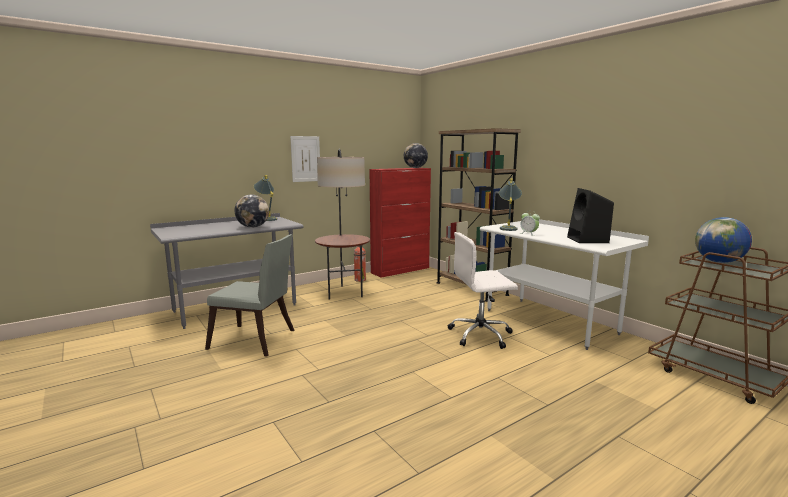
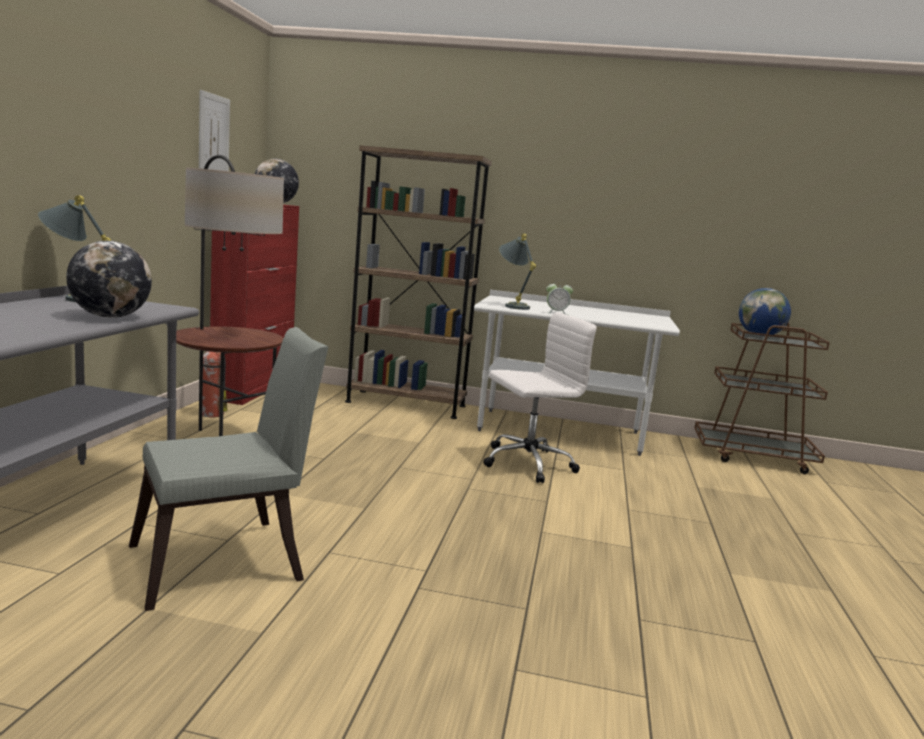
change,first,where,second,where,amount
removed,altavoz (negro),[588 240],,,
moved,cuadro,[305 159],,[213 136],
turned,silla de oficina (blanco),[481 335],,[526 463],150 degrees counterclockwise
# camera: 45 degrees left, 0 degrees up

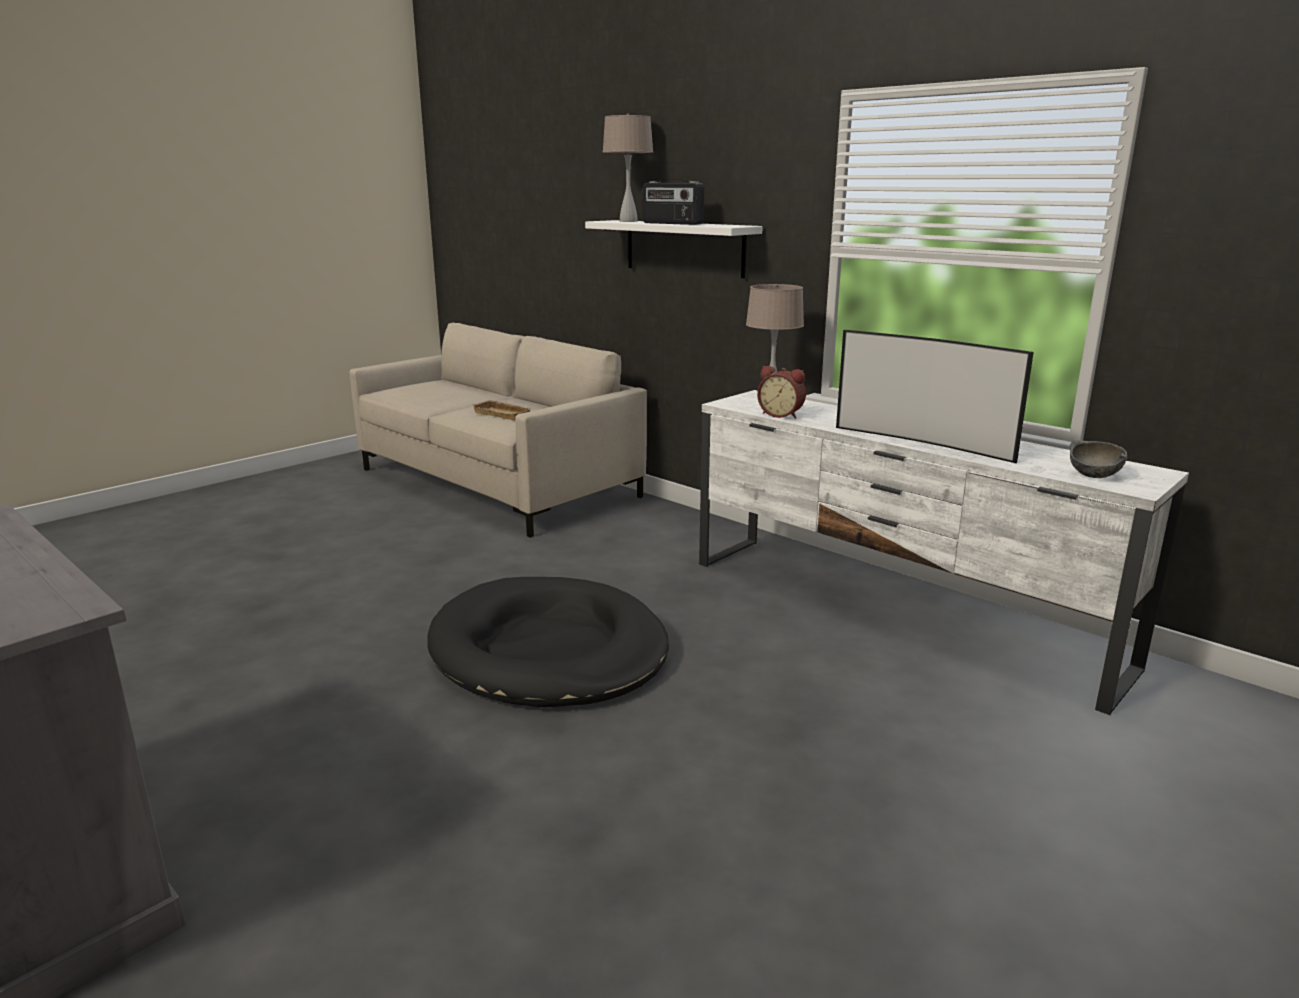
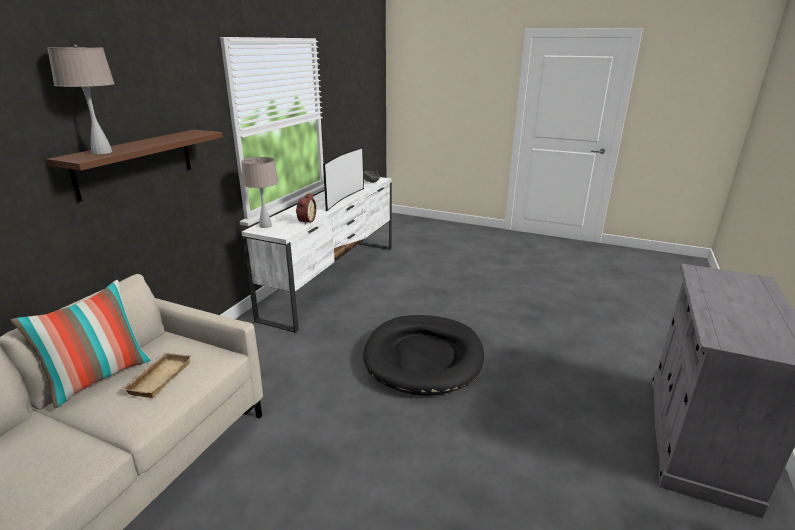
change,first,where,second,where,amount
removed,radio,[672 223],,,
added,,,cojín,[99 377],
recoloured,estante (blanco),[684 248],estante (marrón),[135 163],
# camera: 110 degrees left, 5 degrees up

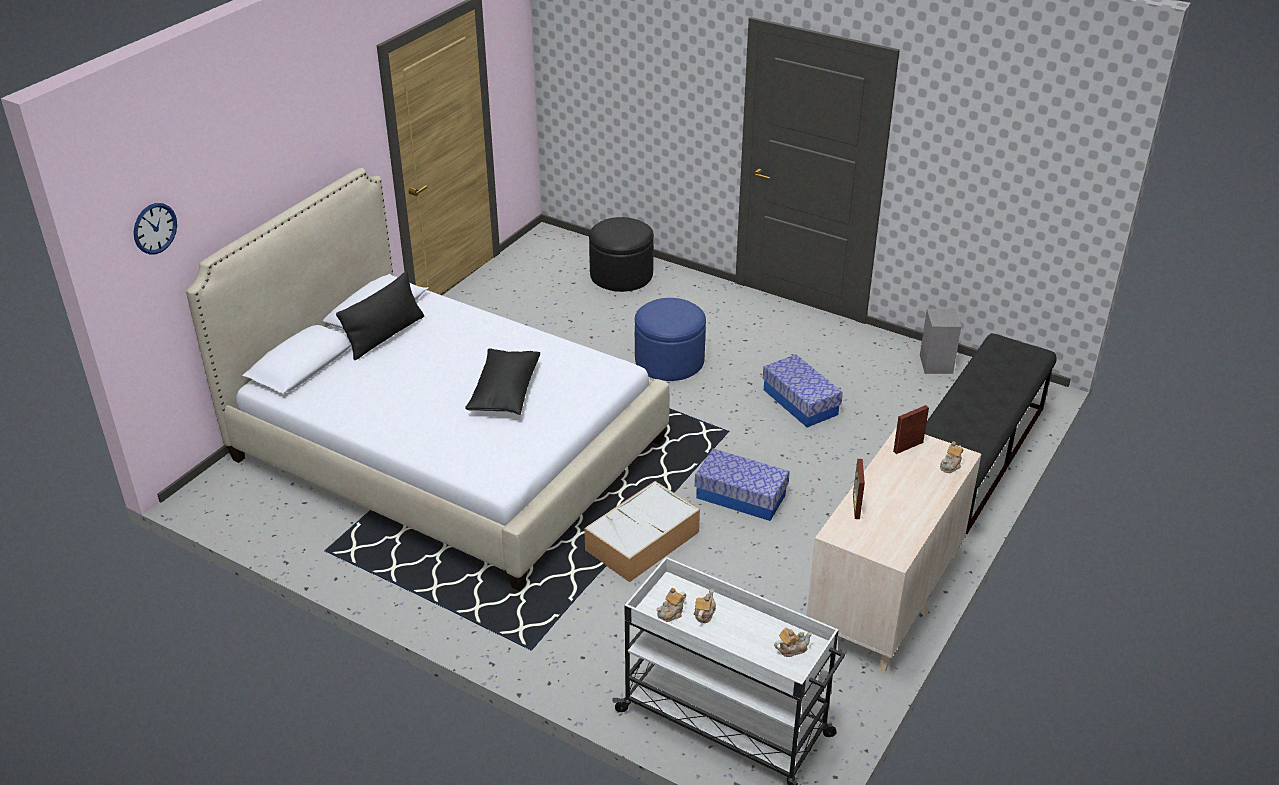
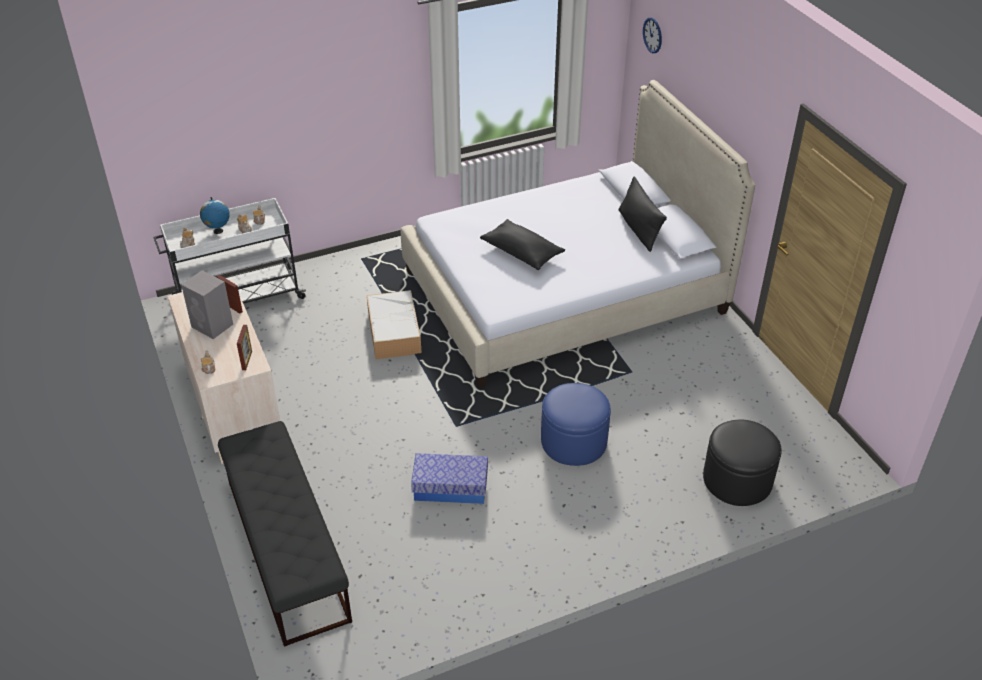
change,first,where,second,where,amount
removed,caja de almacenaje,[741 496],,,
added,,,globo terráqueo,[218 231],
moved,altavoz (gris),[936 363],,[213 326],
# camera: 125 degrees right, 5 degrees up

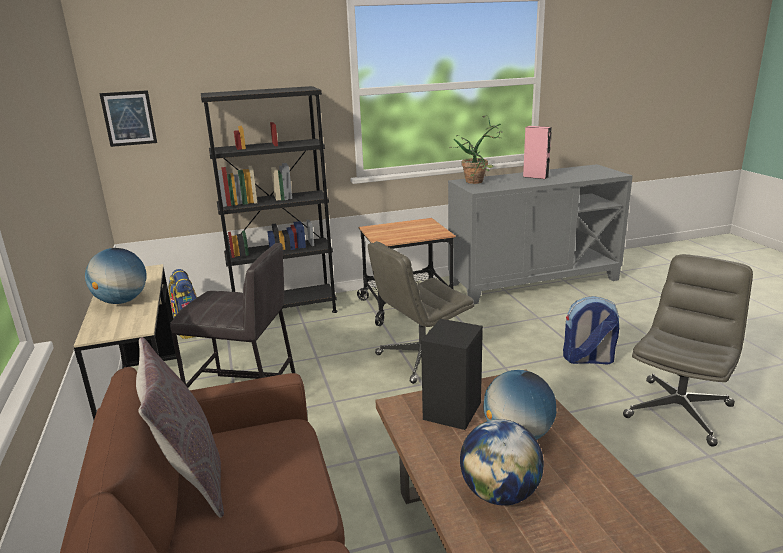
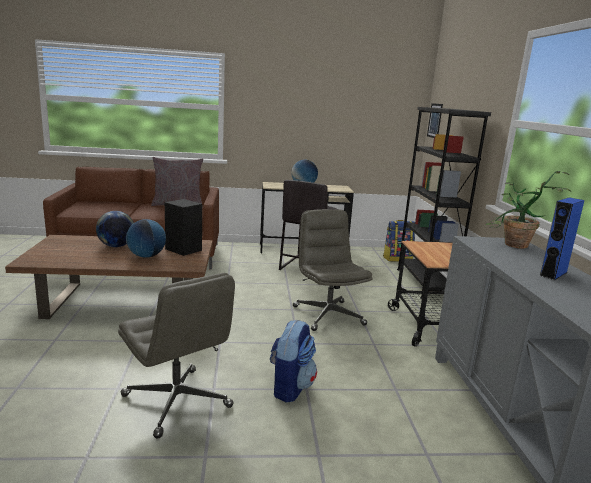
change,first,where,second,where,amount
recoloured,altavoz (rosa),[535 177],altavoz (azul),[553 274],
# camera: 100 degrees right, 5 degrees down

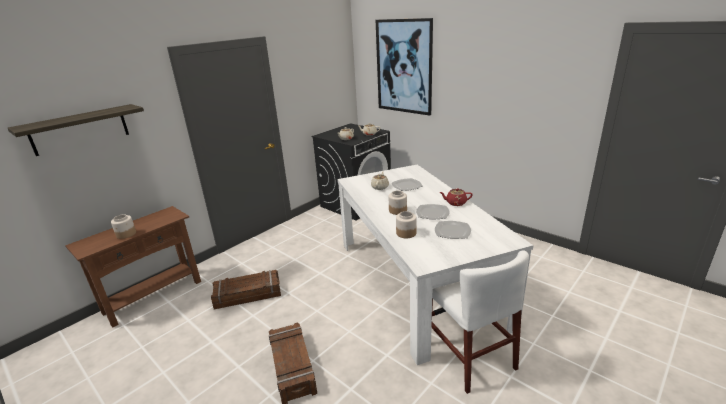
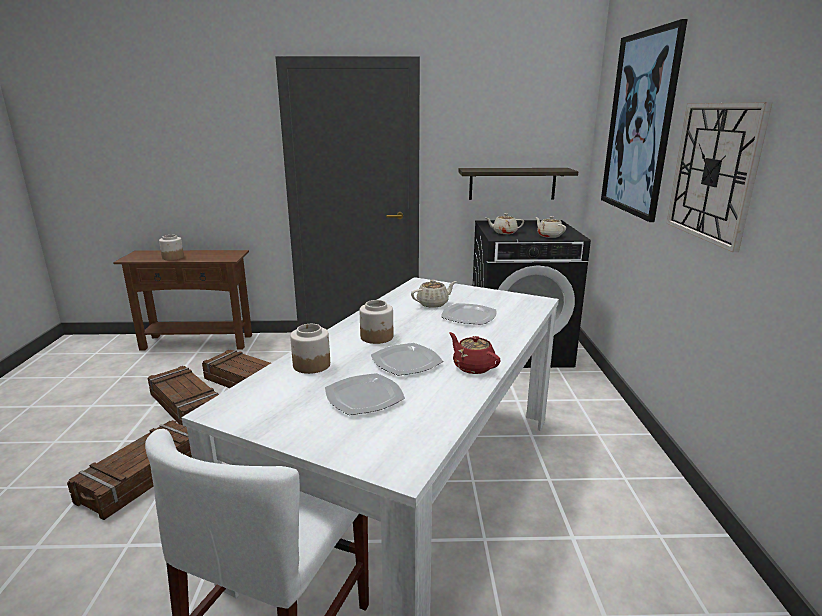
change,first,where,second,where,amount
added,,,caja de embalaje,[187 405],
added,,,reloj de pared,[713 172],
moved,estante,[80 129],,[512 183],
# camera: 45 degrees right, 5 degrees down

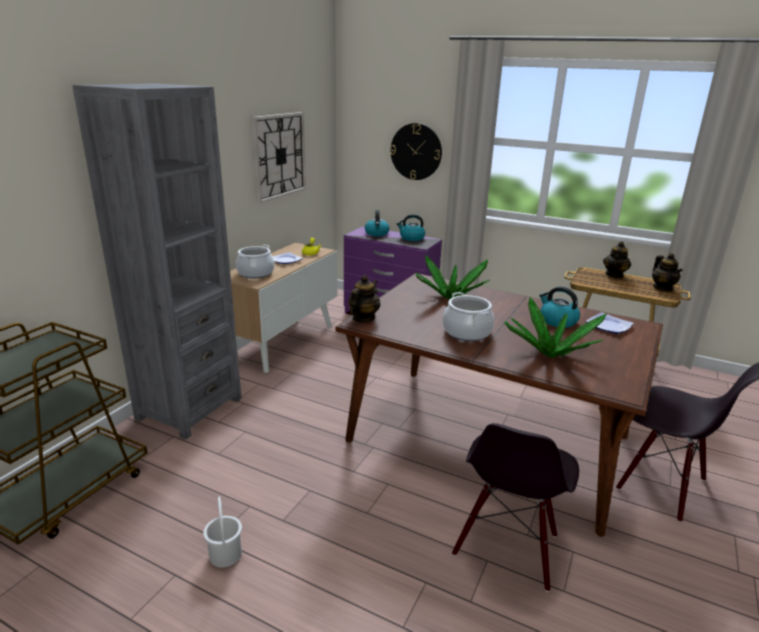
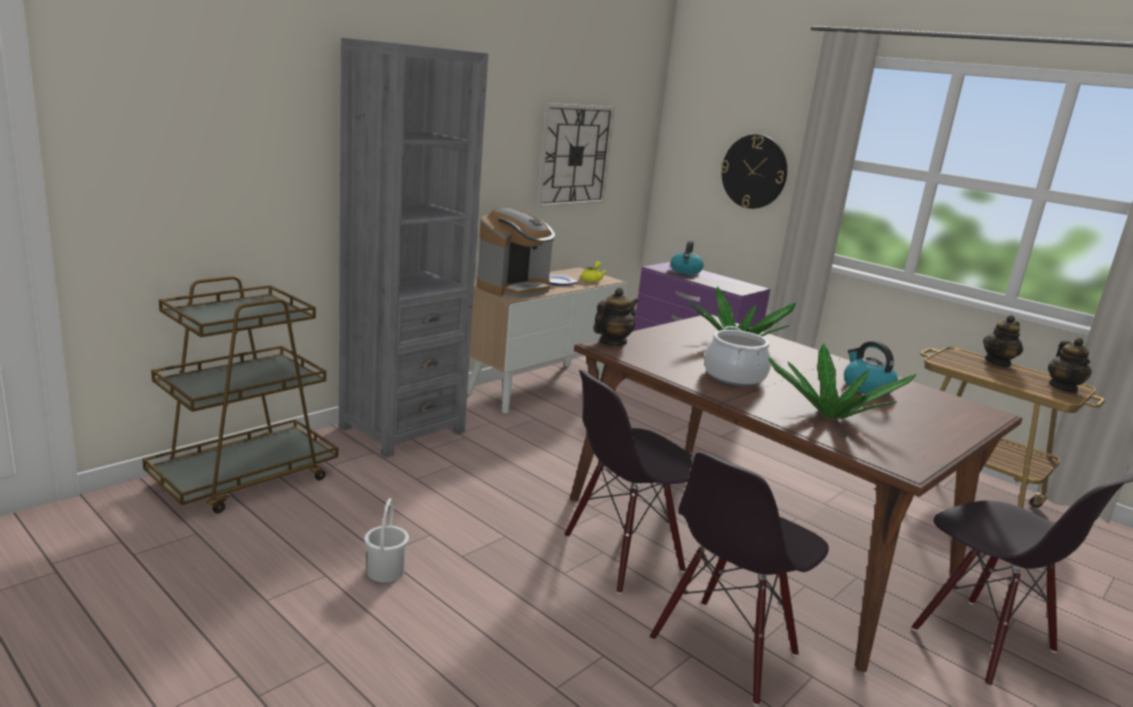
change,first,where,second,where,amount
removed,hervidor,[411 238],,,
removed,plato,[607 326],,,
added,,,silla (negro),[623 555],
replaced,olla,[255 273],cafetera,[514 288],
# camera: 15 degrees right, 5 degrees down

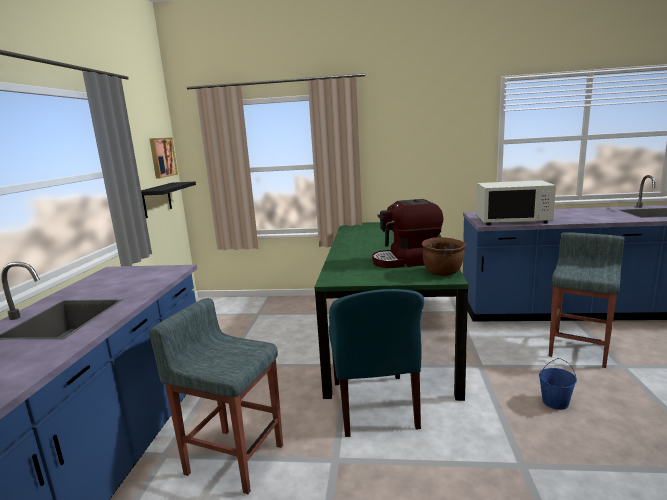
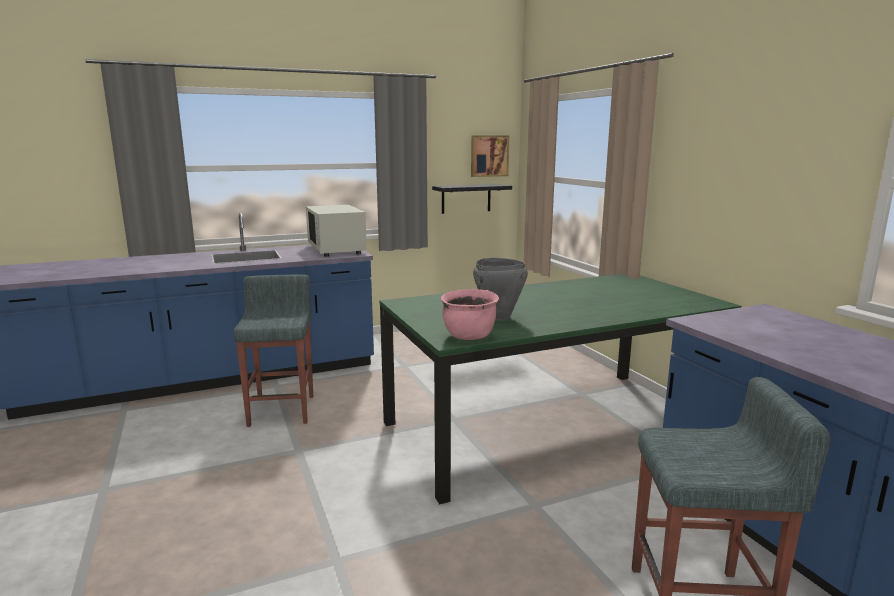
change,first,where,second,where,amount
removed,silla (azul),[374 406],,,
removed,cubo (azul),[555 402],,,
moved,microondas (blanco),[512 220],,[337 249],
replaced,cafetera,[406 261],olla (gris),[499 317],
recoloured,olla (marrón),[443 273],olla (rosa),[469 336],
# camera: 60 degrees right, 0 degrees up

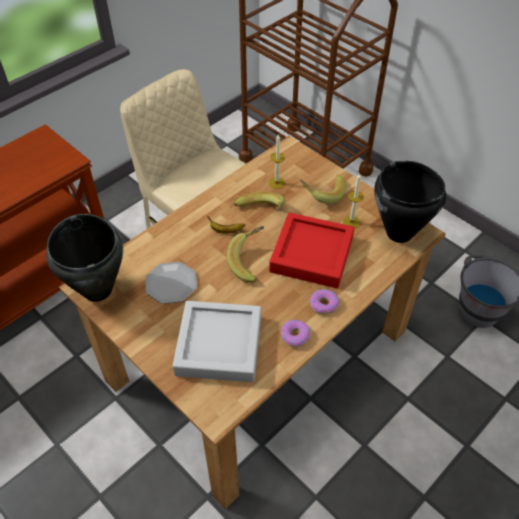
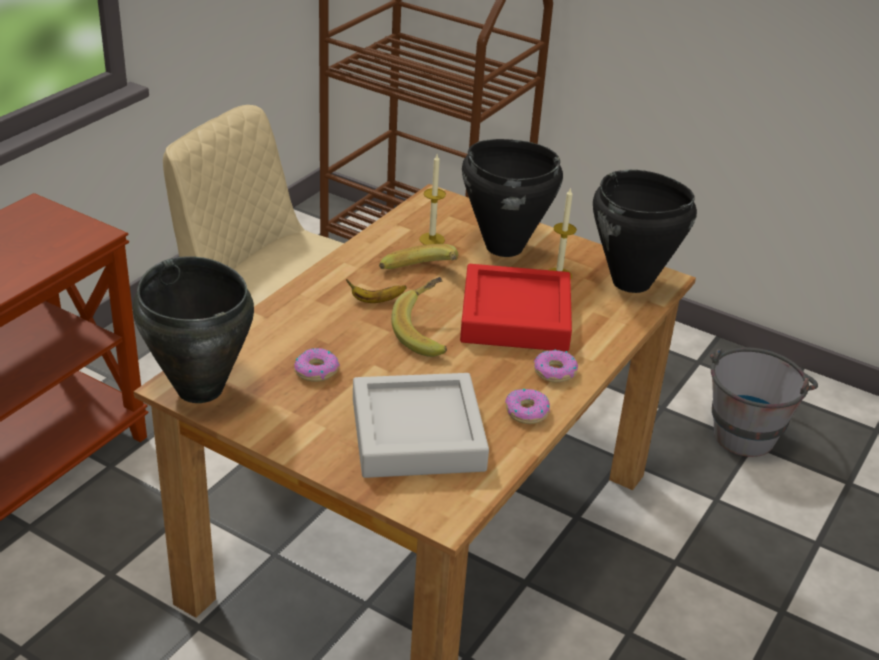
change,first,where,second,where,amount
replaced,plato,[171 284],rosquilla,[316 370],
replaced,plátano,[322 193],olla (negro),[503 247],
# camera: 15 degrees left, 15 degrees down

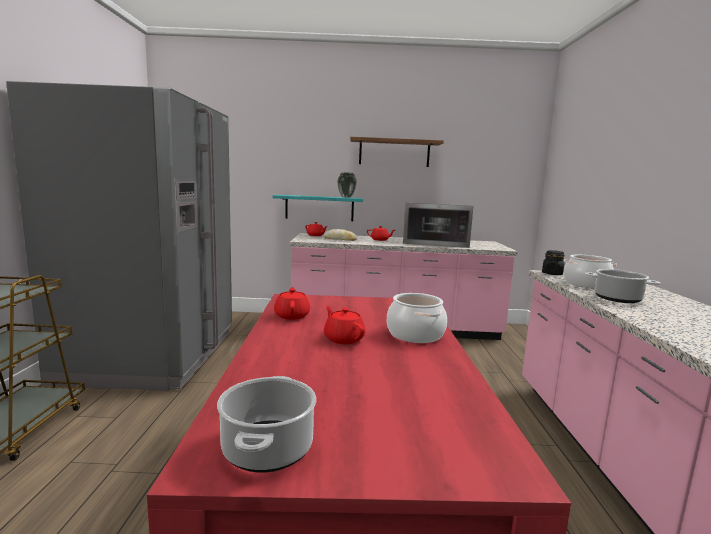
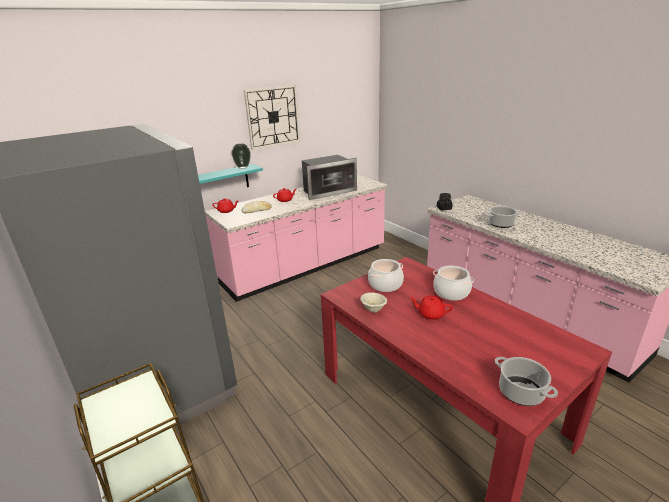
change,first,where,second,where,amount
moved,olla,[586 284],,[385 284],
replaced,tetera (rojo),[292 315],cuenco (beis),[373 309],
replaced,estante (marrón),[394 153],reloj de pared,[273 117],
# camera: 35 degrees left, 15 degrees up

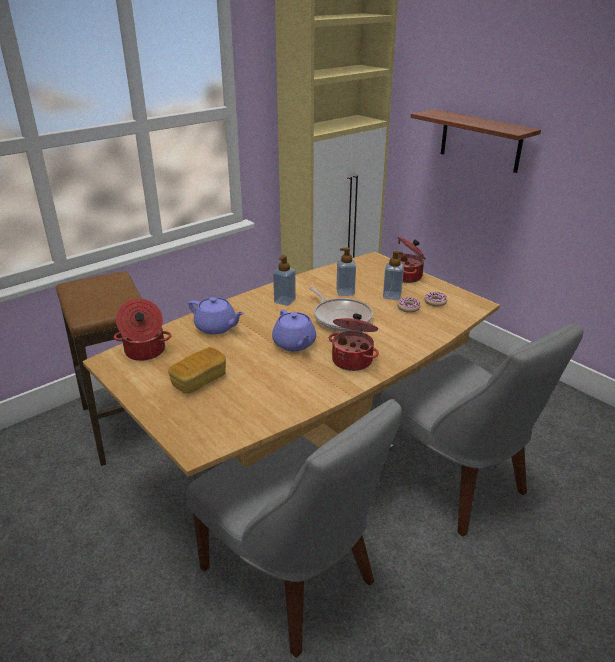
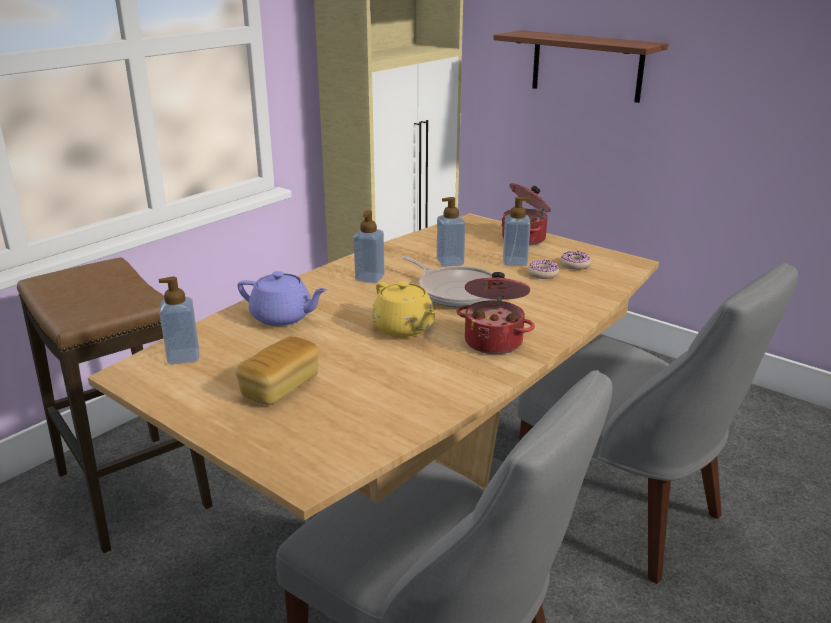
change,first,where,second,where,amount
replaced,olla,[144 352],dispensador de jabón,[183 356],
recoloured,tetera (morado),[294 344],tetera (amarillo),[404 328],
# camera: 10 degrees left, 5 degrees down

